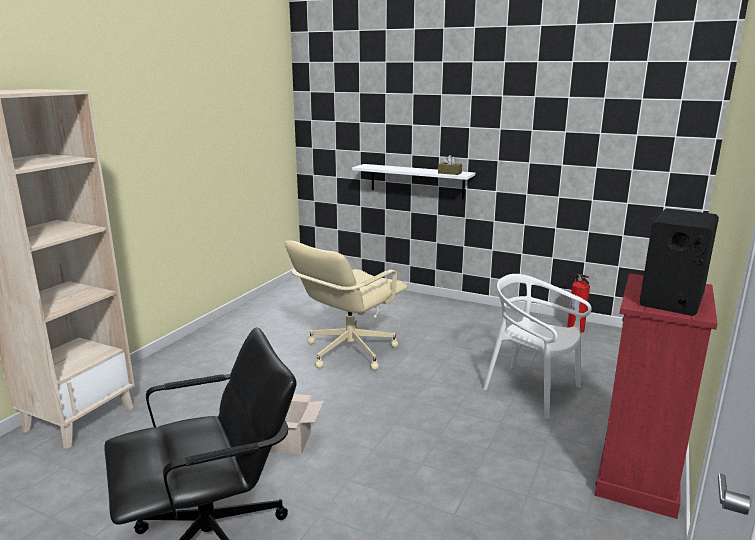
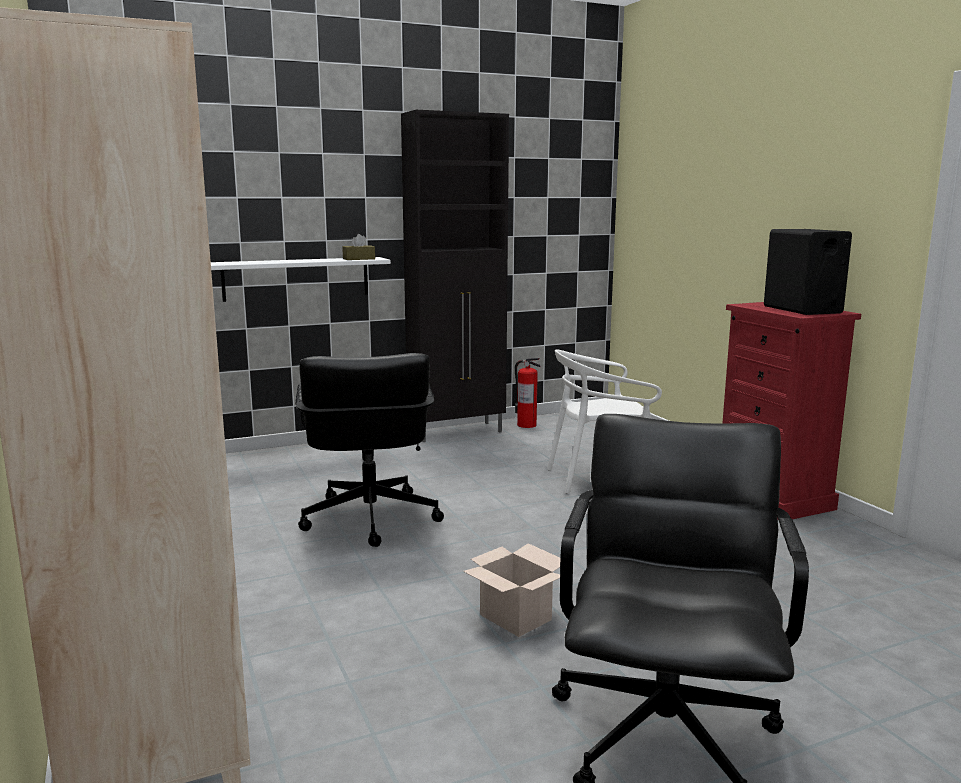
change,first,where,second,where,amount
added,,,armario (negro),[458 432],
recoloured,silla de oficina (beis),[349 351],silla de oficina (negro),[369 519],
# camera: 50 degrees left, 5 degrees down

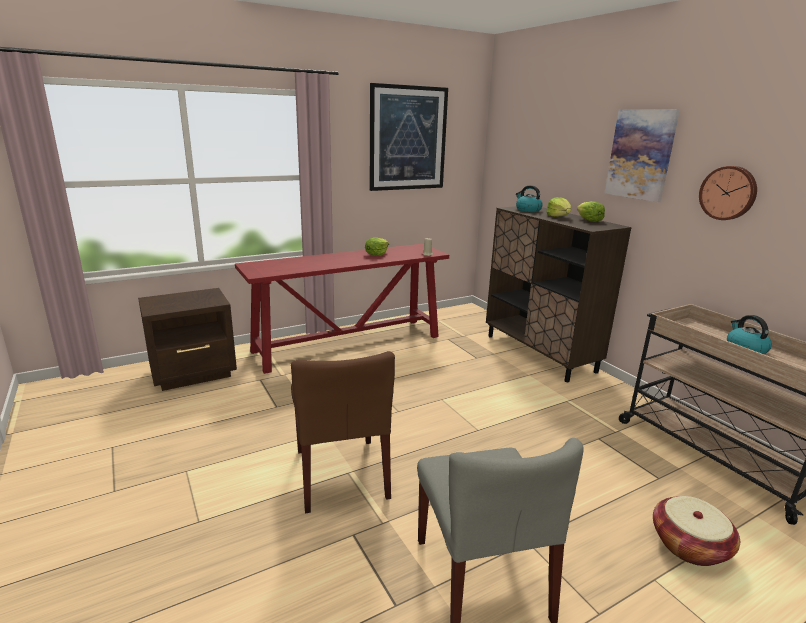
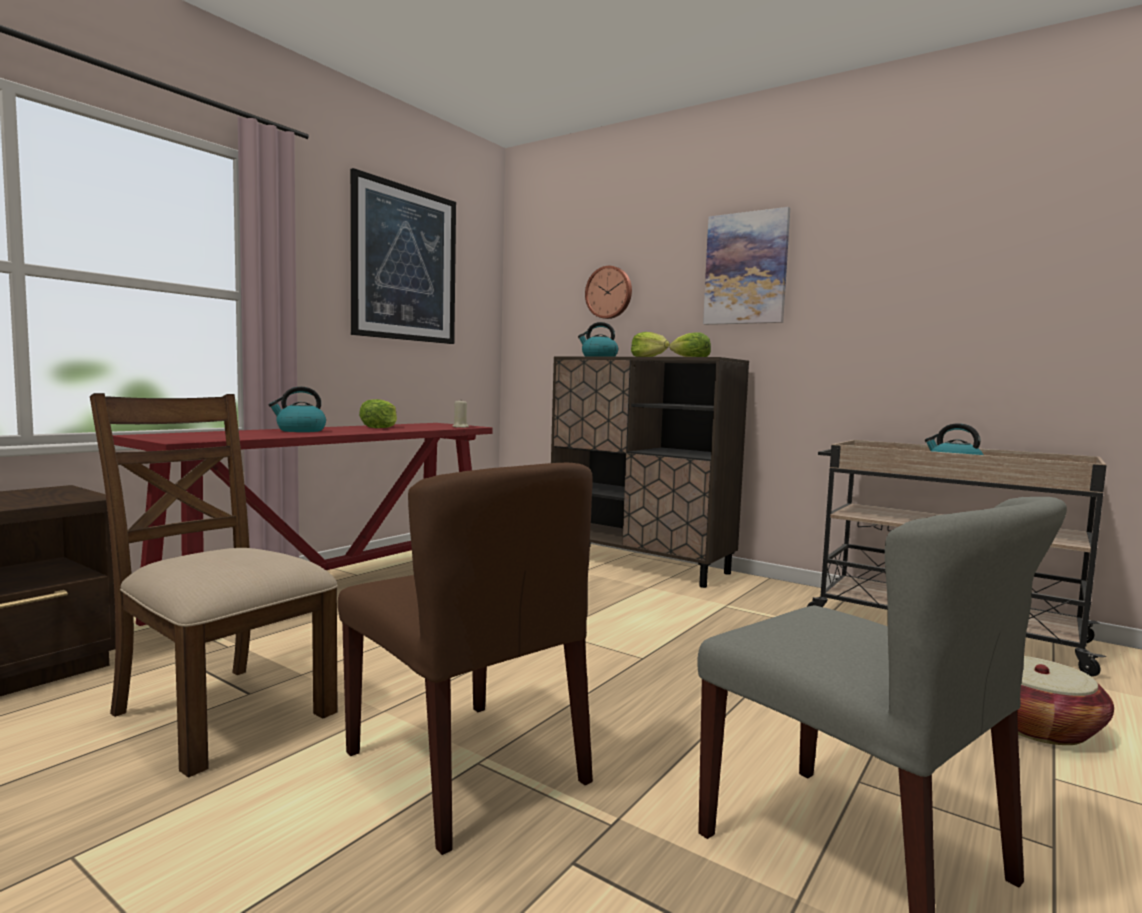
change,first,where,second,where,amount
added,,,silla (marrón),[220 713],
added,,,hervidor,[300 430],
moved,reloj de pared,[728 193],,[609 292],
# camera: 25 degrees left, 15 degrees down

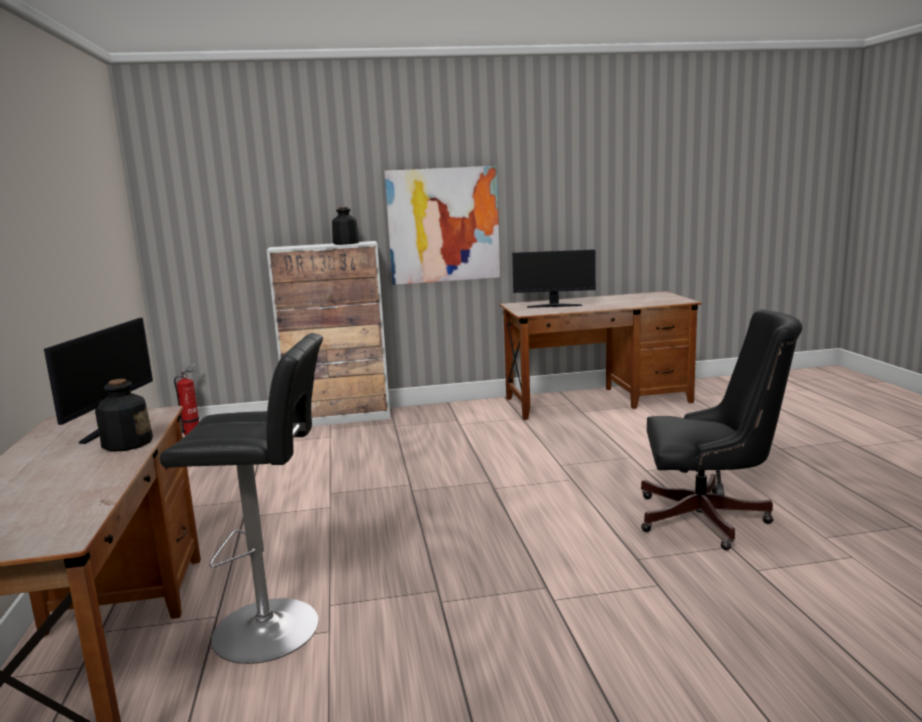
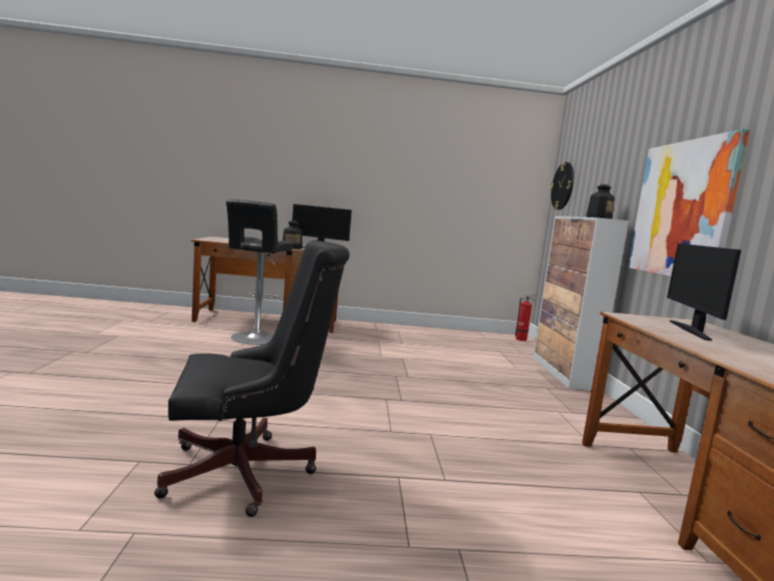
change,first,where,second,where,amount
added,,,reloj de pared,[563 186],
turned,silla de oficina (negro),[710 519],,[248 473],120 degrees counterclockwise
# camera: 95 degrees right, 5 degrees down

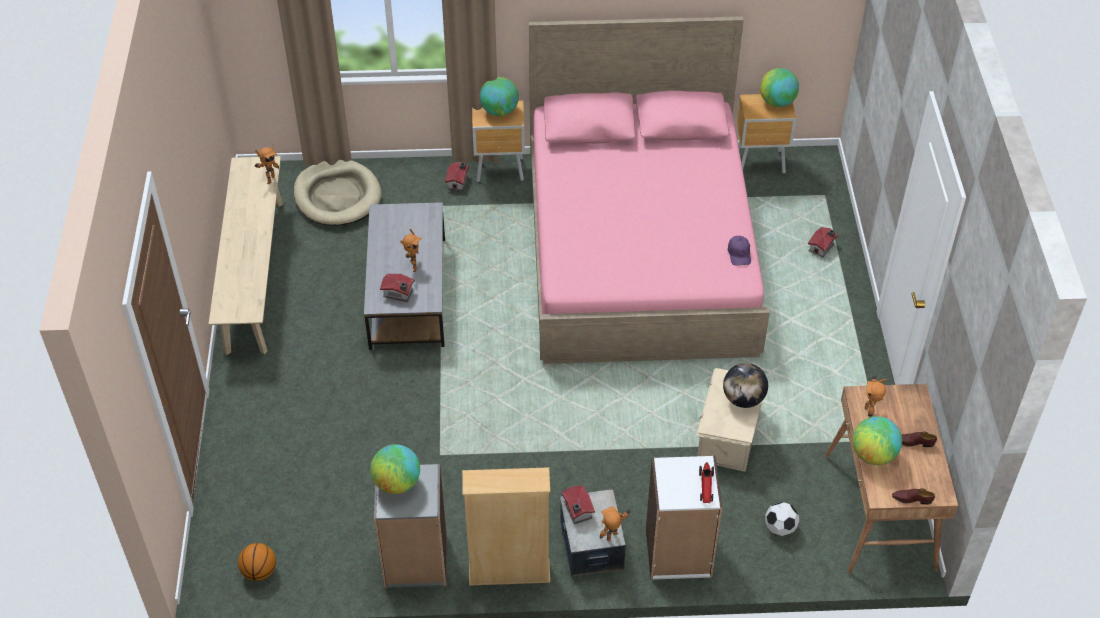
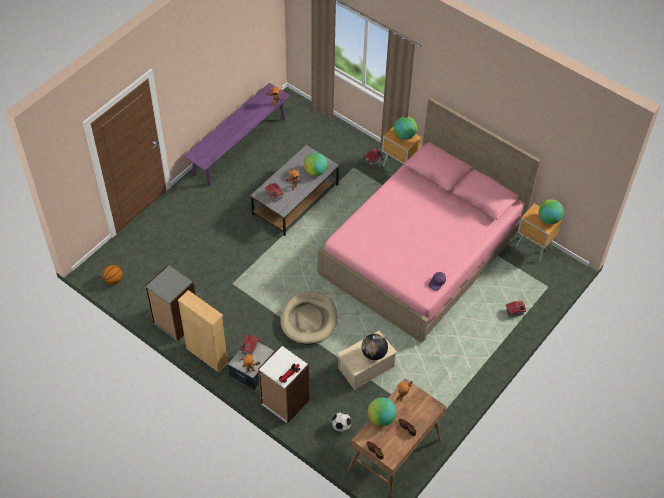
change,first,where,second,where,amount
moved,cama para perro (beis),[337 196],,[309 319],
moved,globo terráqueo,[397 483],,[315 172],
recoloured,banco (beis),[254 275],banco (morado),[239 146],
# camera: 40 degrees right, 5 degrees up

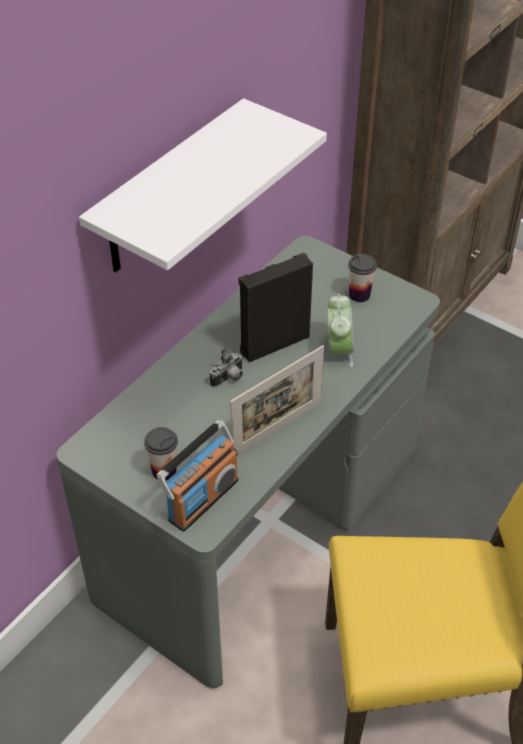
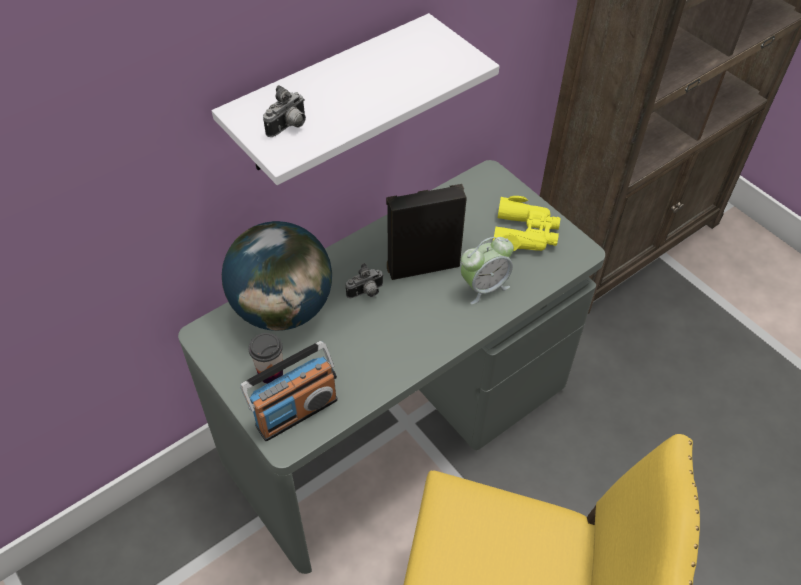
change,first,where,second,where,amount
removed,portarretratos,[277 429],,,
added,,,globo terráqueo,[282 308],
added,,,cámara,[289 127],
replaced,taza,[359 295],prismáticos (amarillo),[525 233],
turned,despertador,[339 350],,[484 287],45 degrees clockwise
# camera: 15 degrees right, 5 degrees up

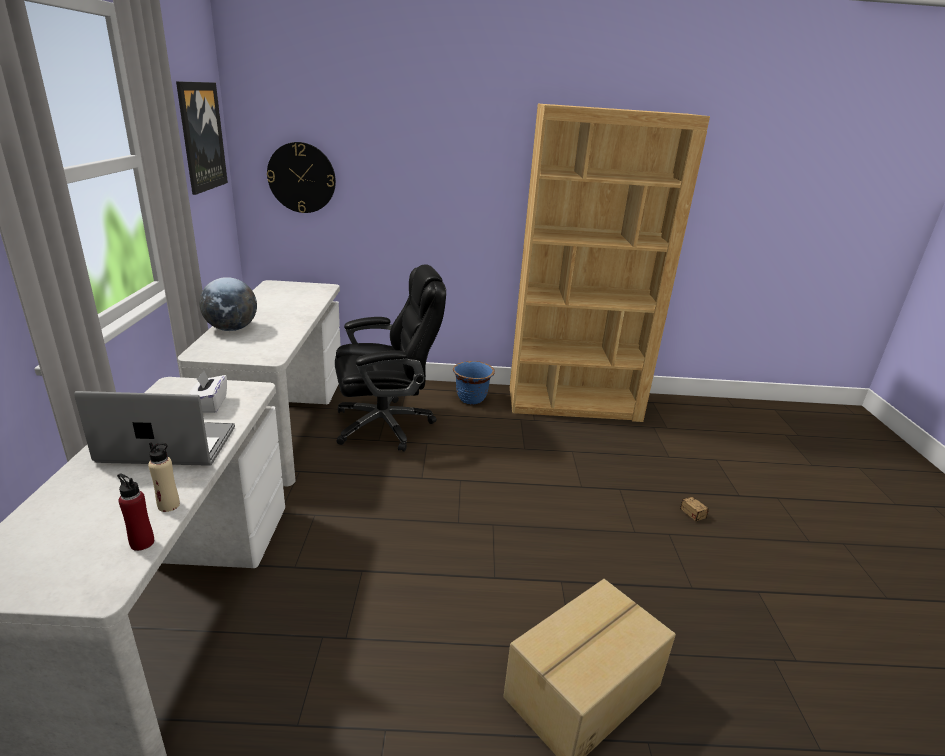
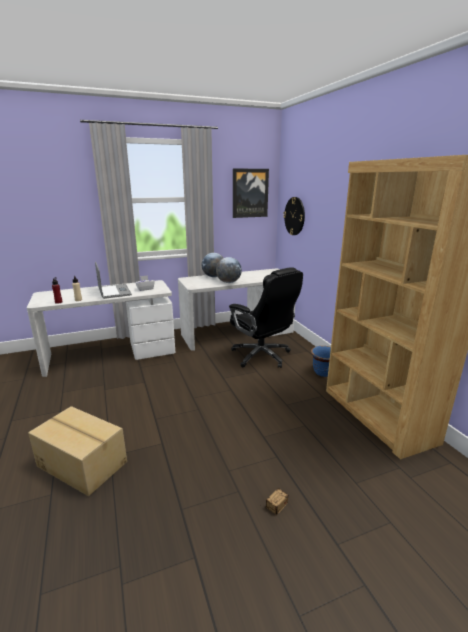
change,first,where,second,where,amount
added,,,globo terráqueo,[228 282],
# camera: 70 degrees right, 5 degrees down

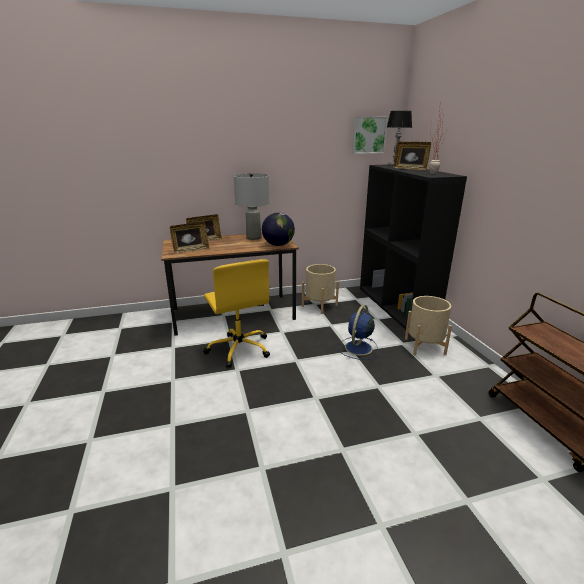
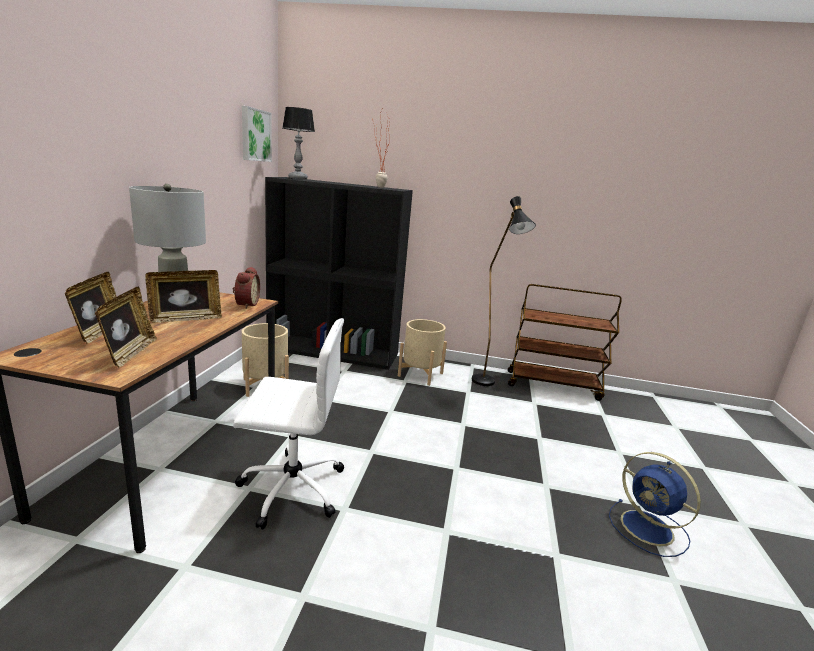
change,first,where,second,where,amount
added,,,lámpara de pie (negro),[487 385],
moved,ventilador (azul),[358 348],,[649 529],
moved,portarretratos,[410 169],,[186 319],
replaced,globo terráqueo,[278 245],despertador,[245 304],
recoloured,silla de oficina (amarillo),[239 349],silla de oficina (blanco),[290 488],
# camera: 65 degrees left, 5 degrees down

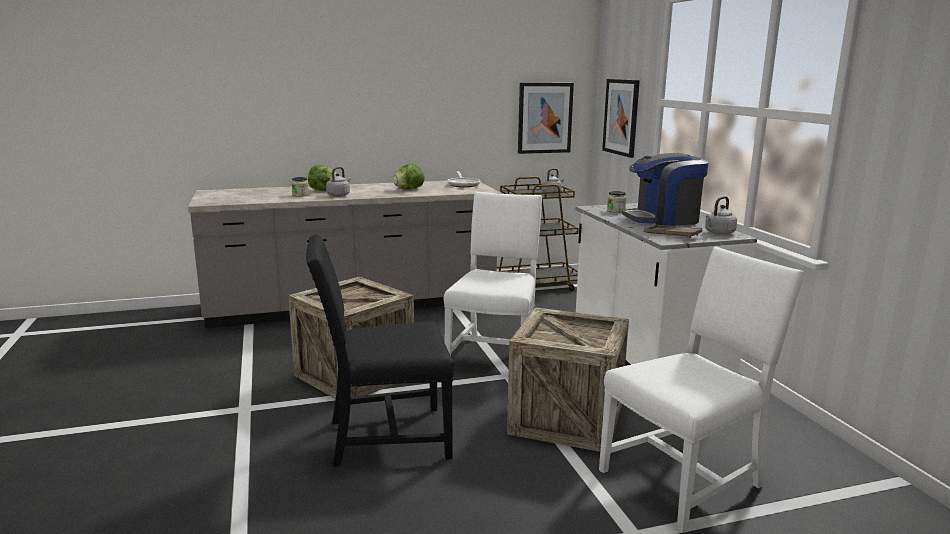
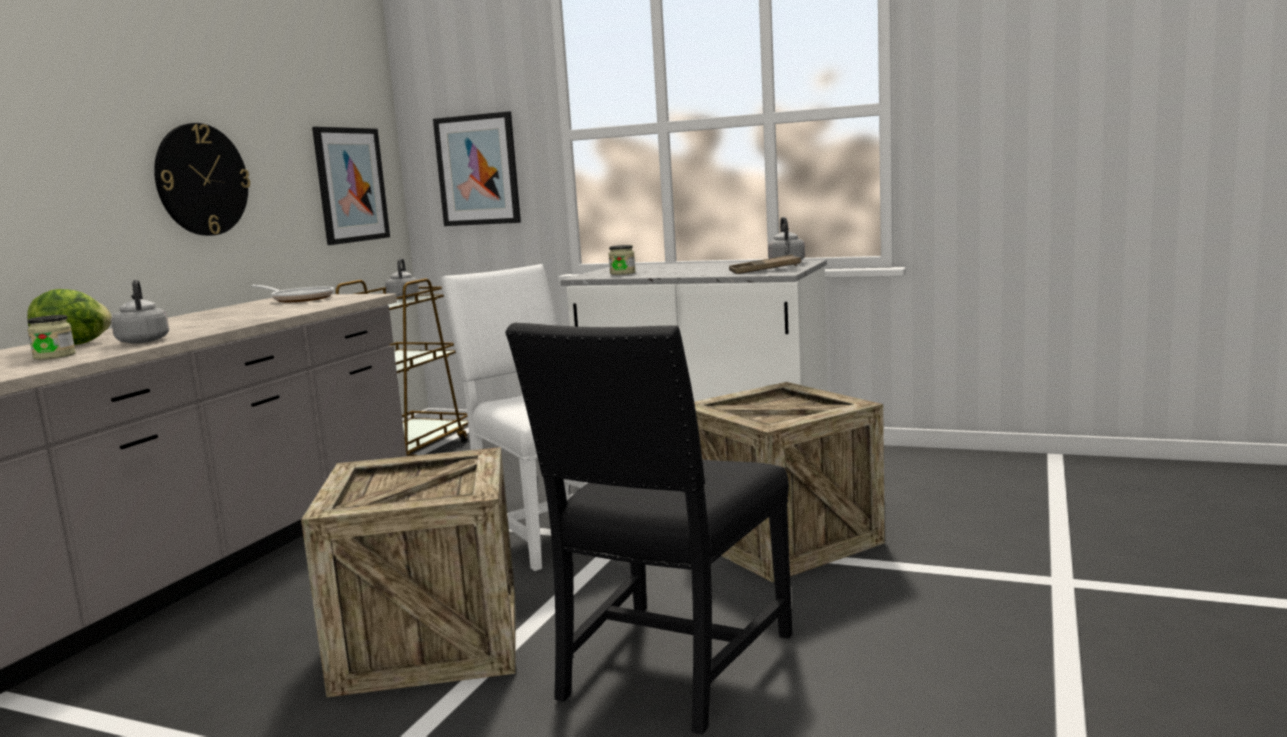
change,first,where,second,where,amount
removed,lechuga,[408 189],,,
removed,silla (blanco),[686 478],,,
removed,cafetera,[663 219],,,
added,,,reloj de pared,[201 180],
# camera: 50 degrees left, 5 degrees down

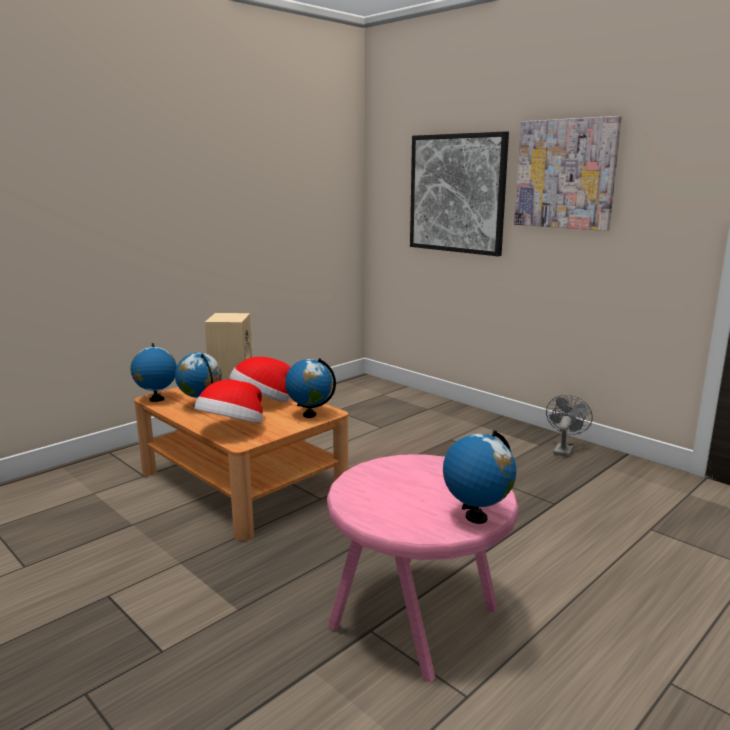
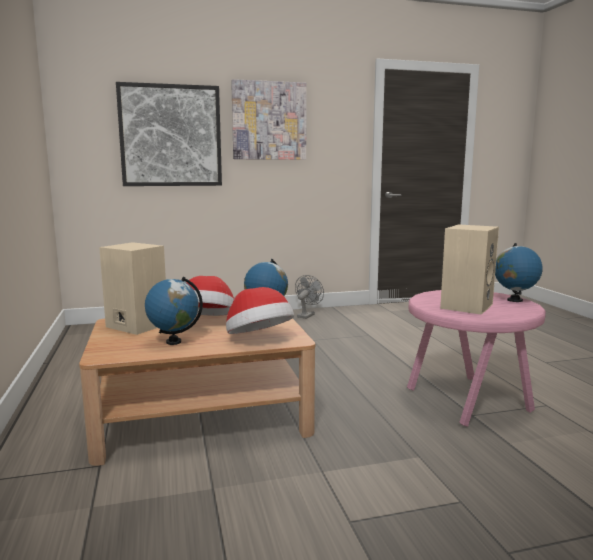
change,first,where,second,where,amount
removed,globo terráqueo,[156 399],,,
added,,,altavoz (beis),[466 306],
turned,ventilador (gris),[564 449],,[307 315],60 degrees clockwise
# camera: 60 degrees left, 5 degrees down

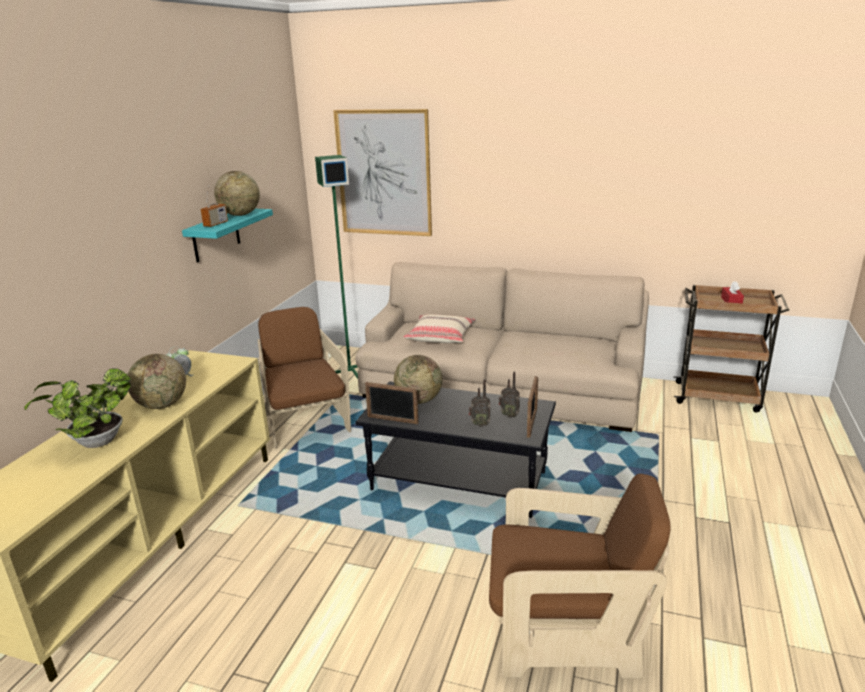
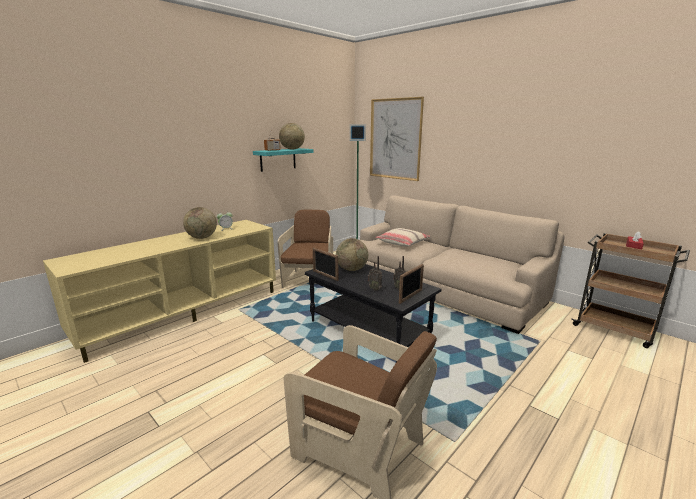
change,first,where,second,where,amount
removed,planta en maceta,[94 443],,,
# camera: 25 degrees right, 5 degrees down

